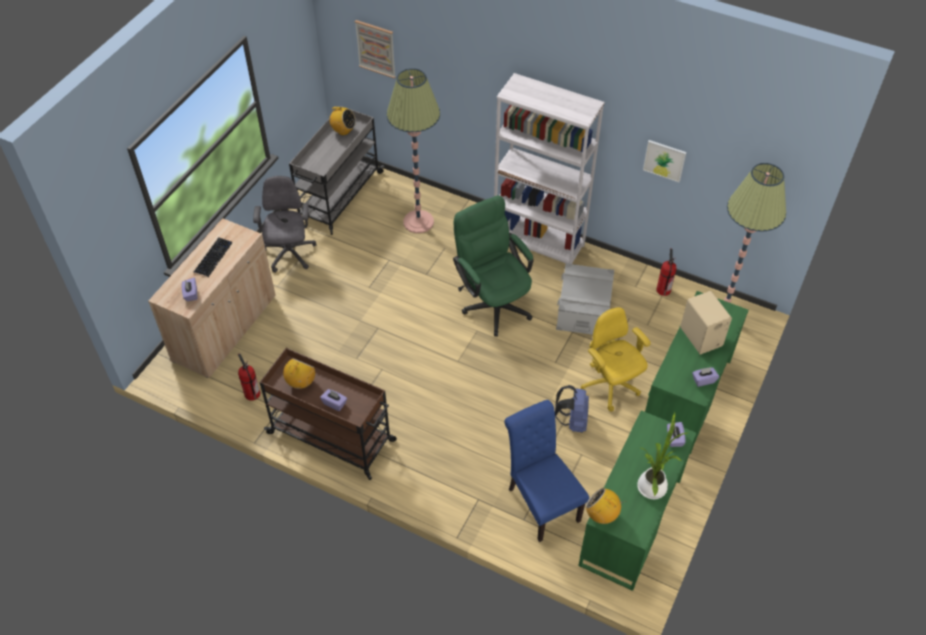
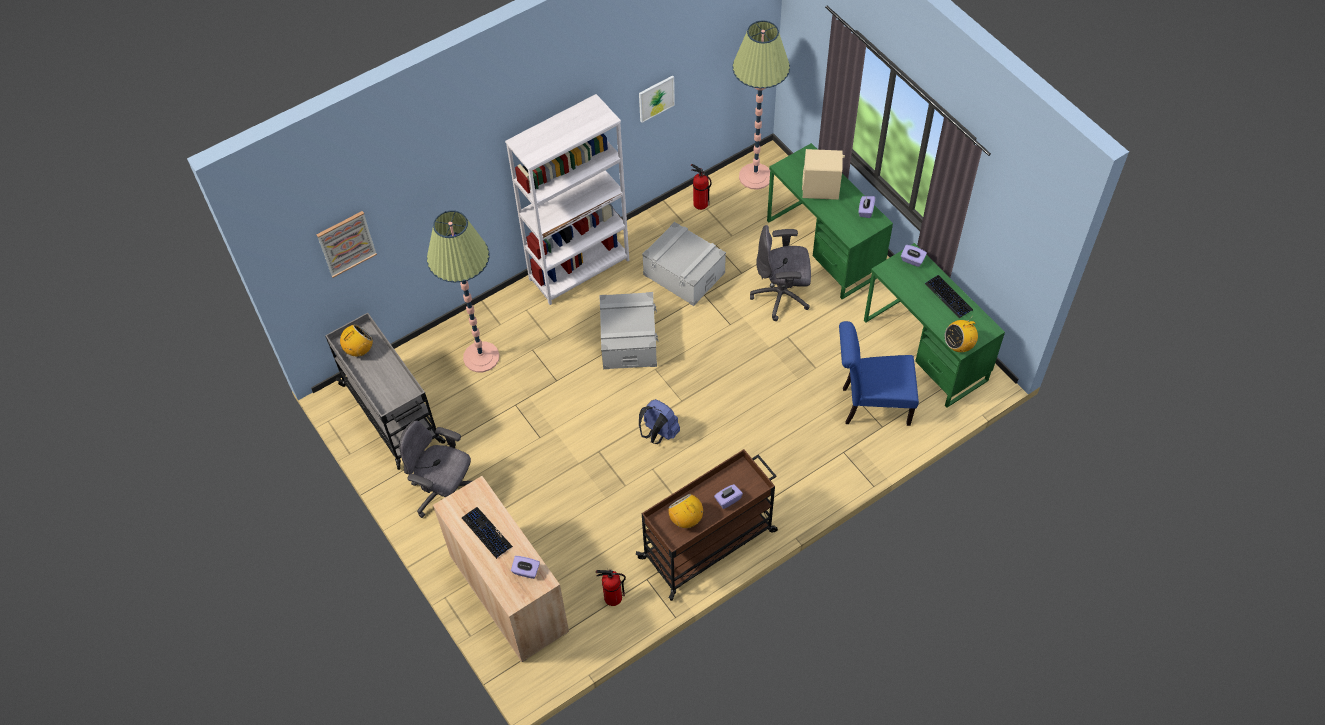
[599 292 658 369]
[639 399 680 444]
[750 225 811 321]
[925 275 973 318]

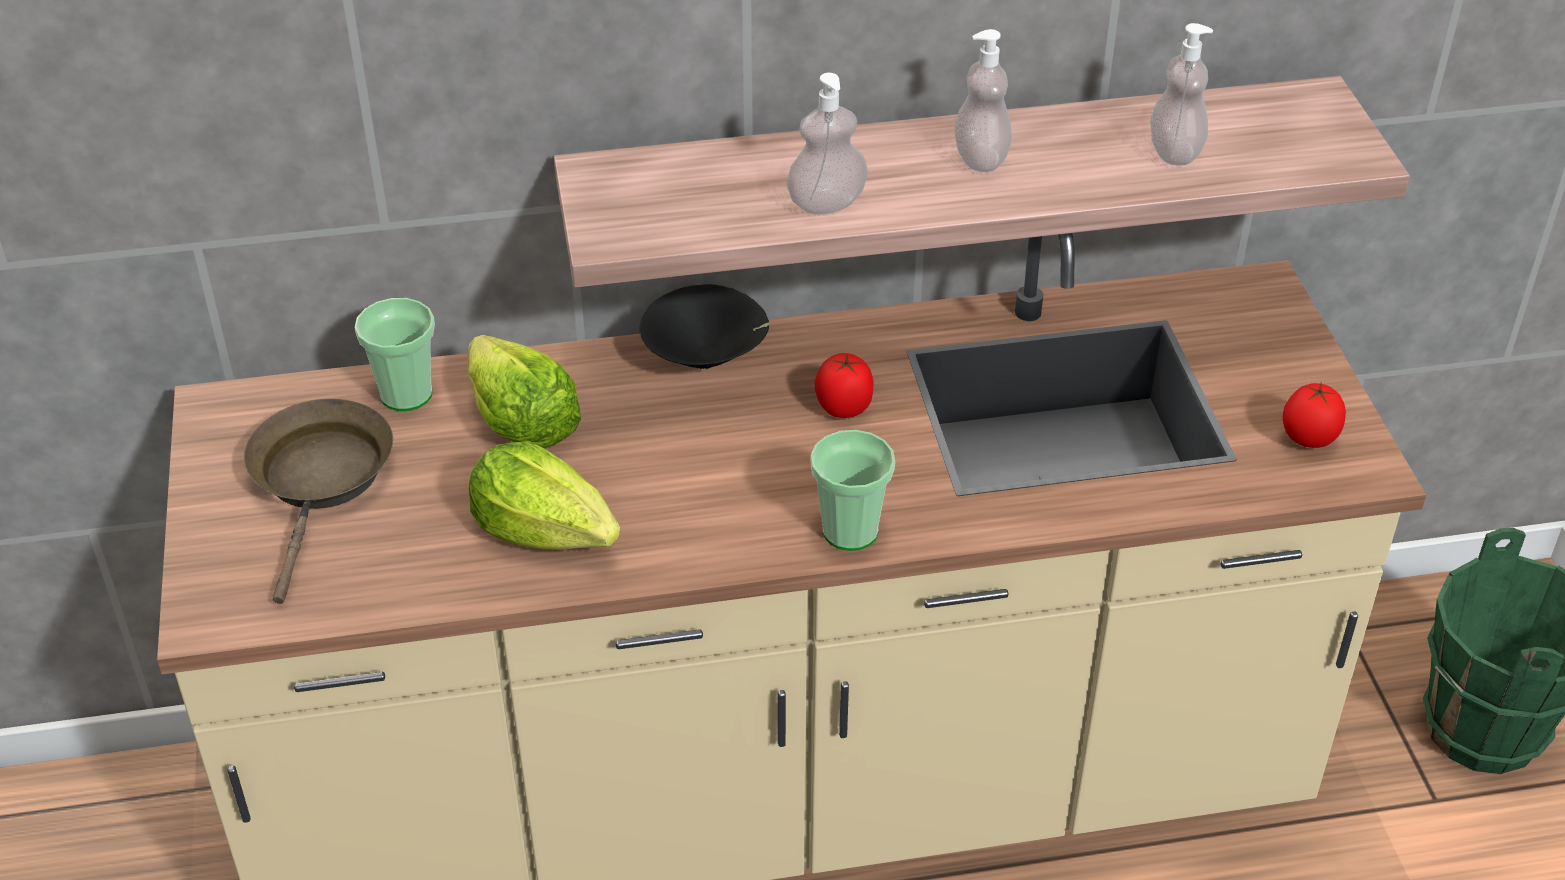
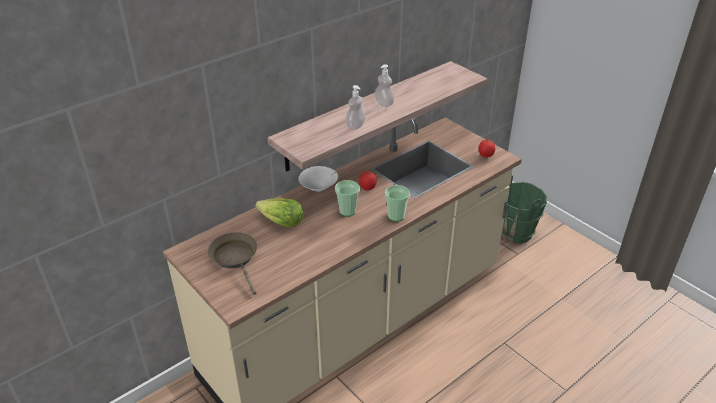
[299 166 338 192]
[335 180 360 217]
[469 441 620 550] (first image)
[1150 23 1213 166] (first image)

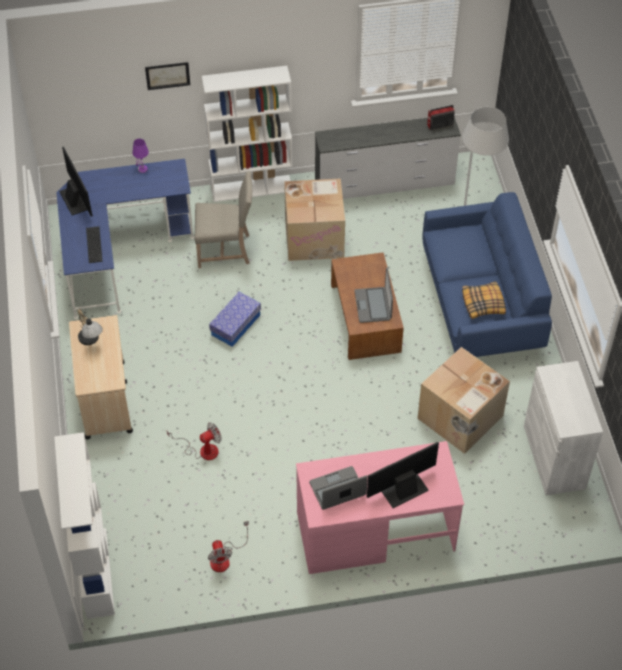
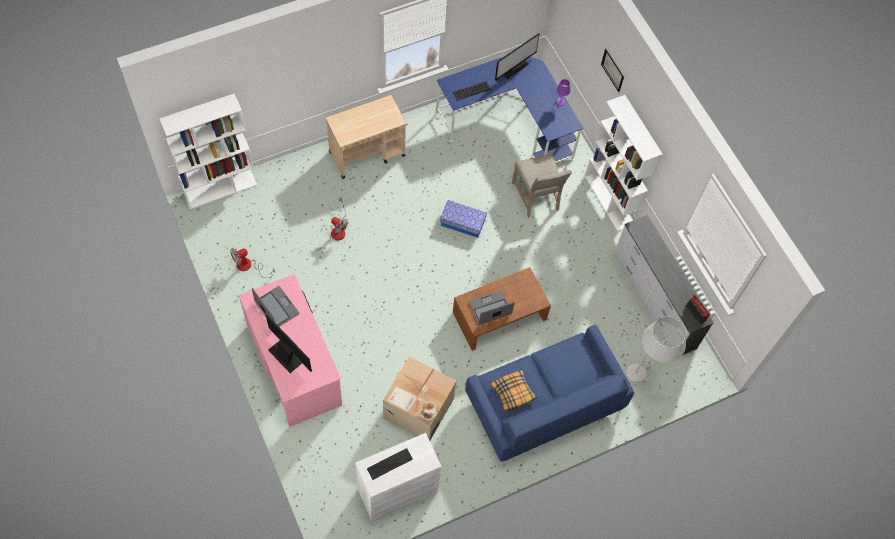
[367 448 413 480]
[77 309 103 345] (first image)
[284 179 345 261] (first image)

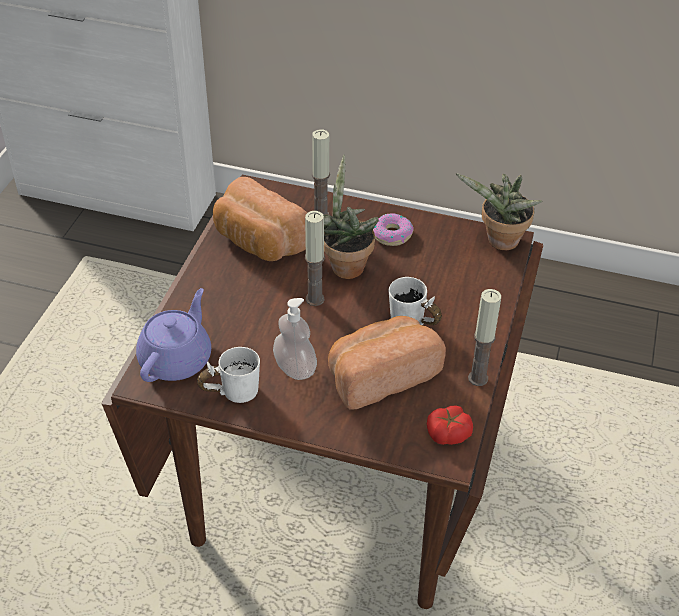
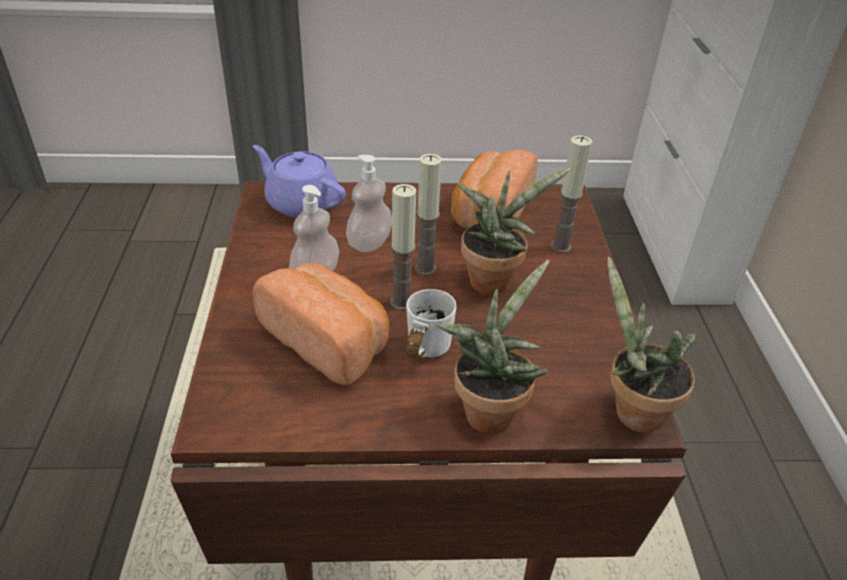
[253 145 346 218]
[346 155 392 252]
[390 184 416 310]
[436 260 549 434]
[197 347 260 403] (first image)
[373 213 414 246] (first image)
[427 406 473 445] (first image)

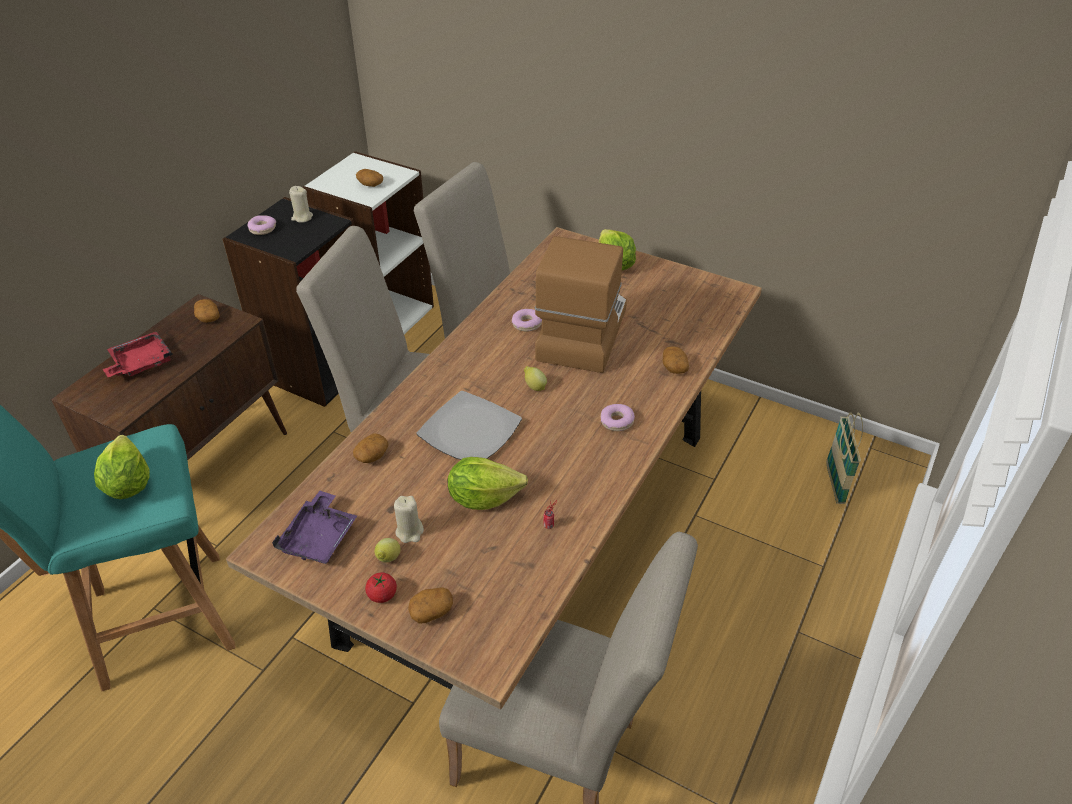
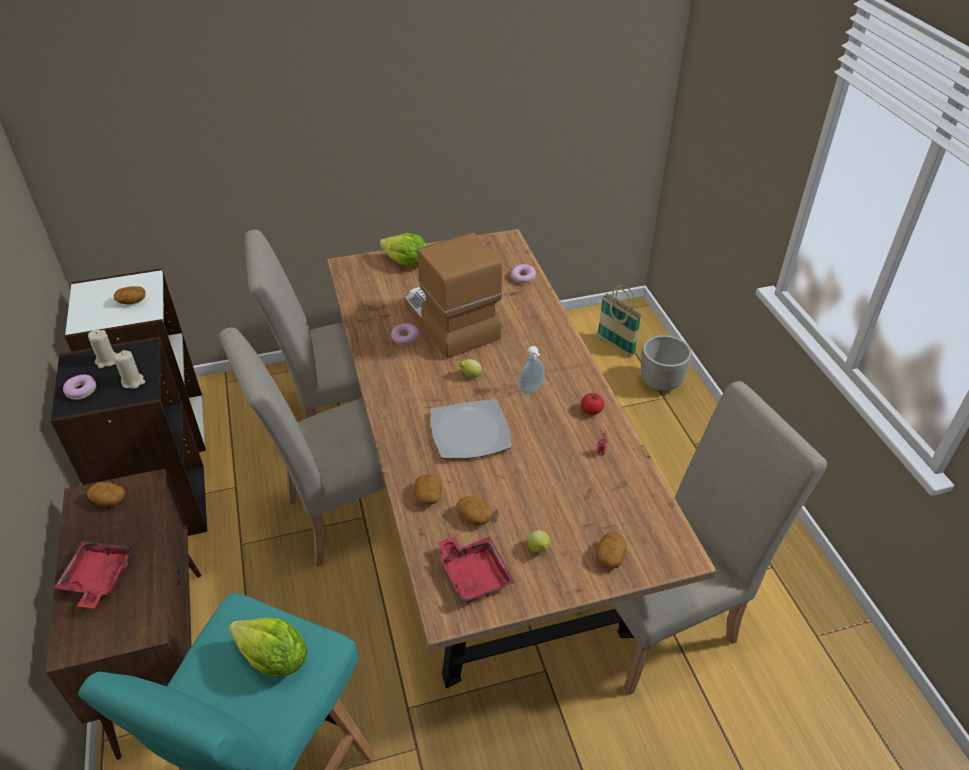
[114 350 145 389]
[438 536 515 604]
[456 496 493 525]
[511 264 536 284]
[519 346 544 394]
[581 393 604 415]
[641 335 692 392]
[448 457 528 510] (first image)

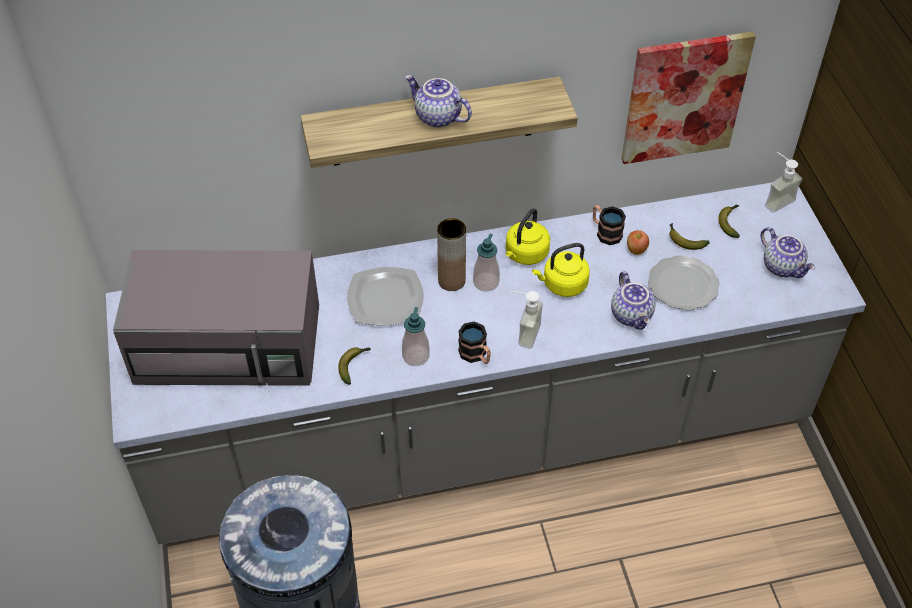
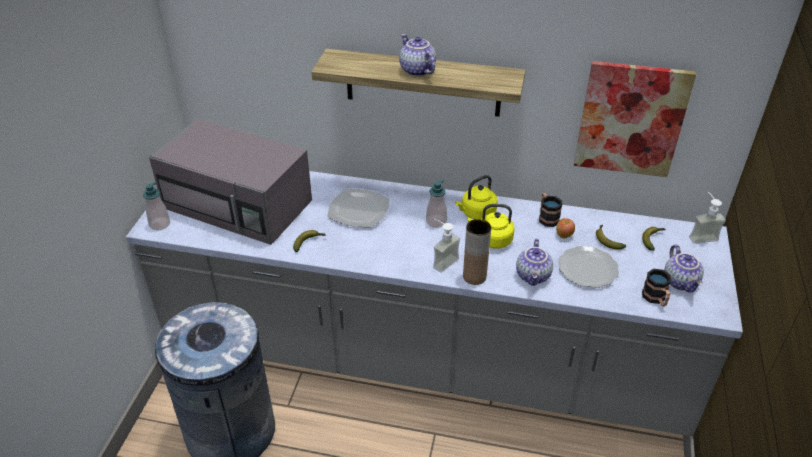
[143 181 170 230]
[463 219 491 285]
[642 269 671 306]

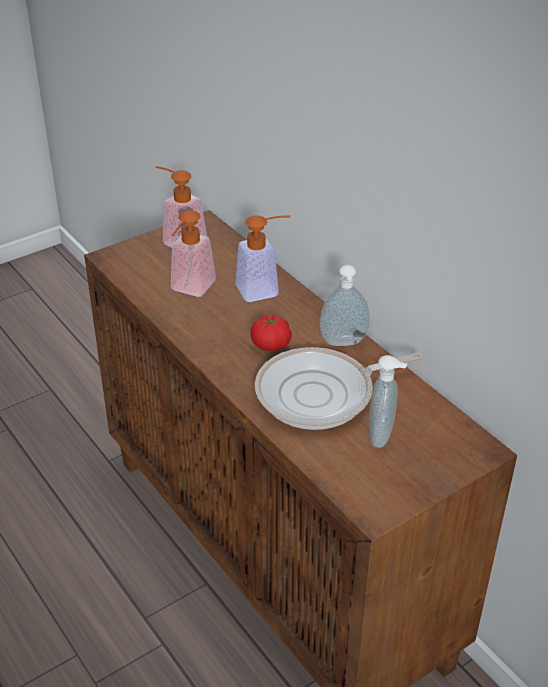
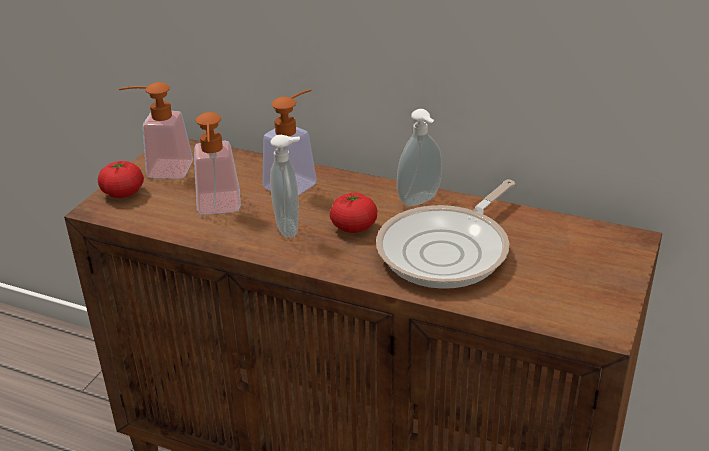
[98 161 144 198]
[270 135 300 238]

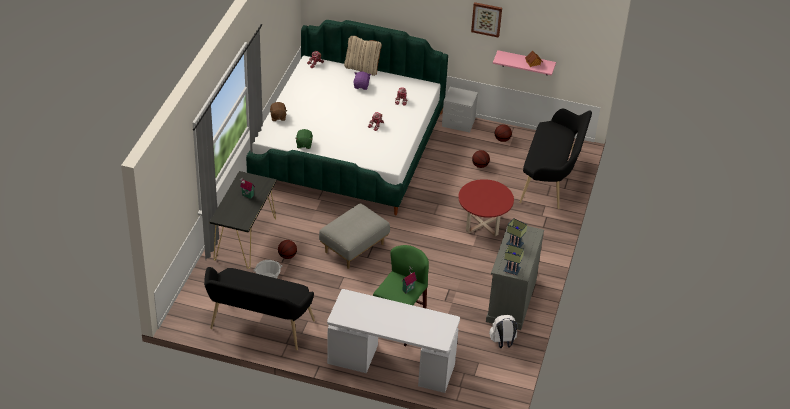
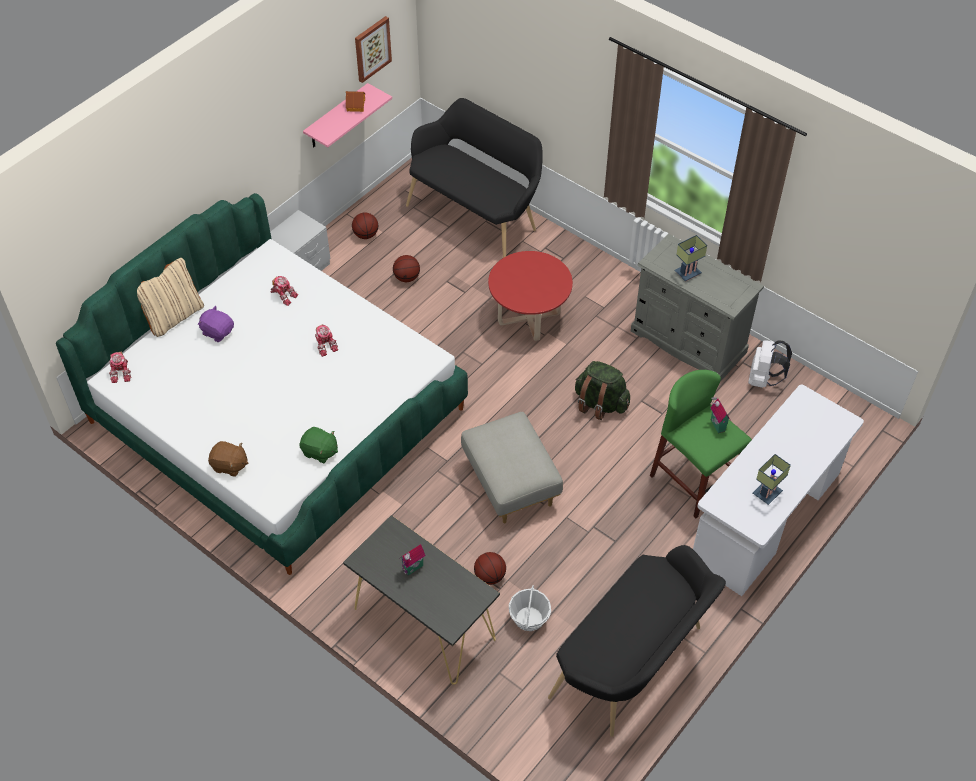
[355 16 392 83]
[575 361 630 420]
[753 454 791 505]

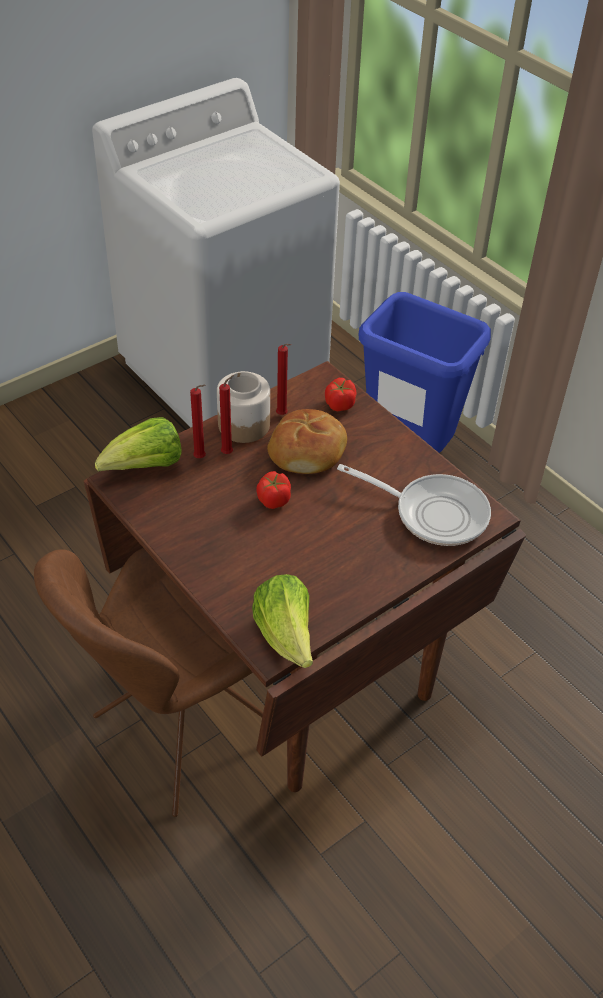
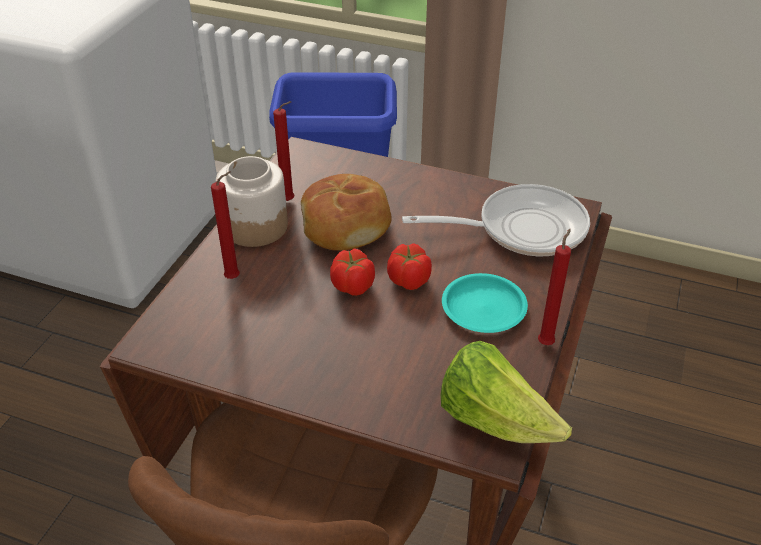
[387 243 432 290]
[442 273 528 333]
[538 229 571 345]
[95 417 182 471] (first image)

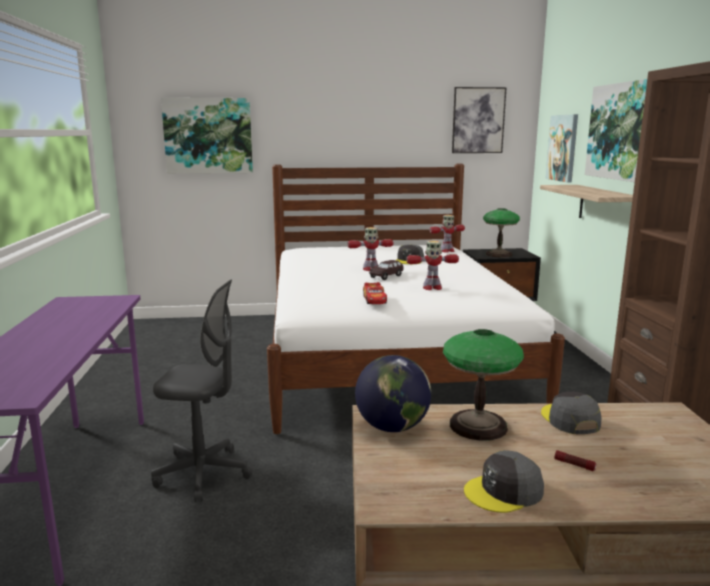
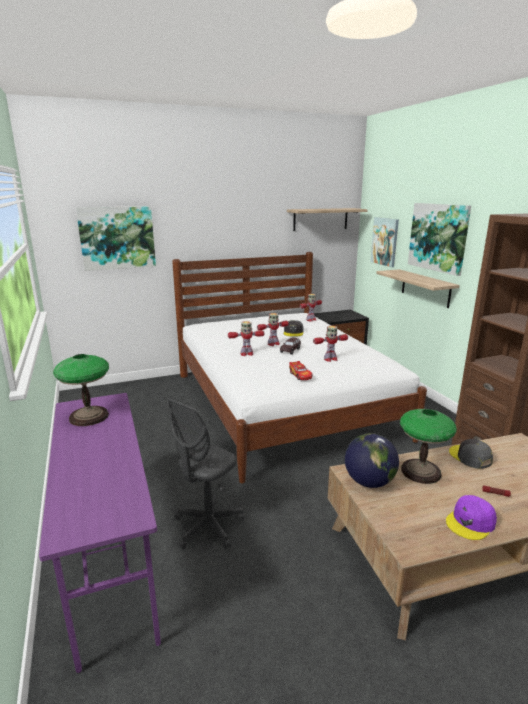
[53 354 109 426]
[167 398 244 549]
[228 321 264 356]
[287 208 368 231]
[446 495 497 540]

